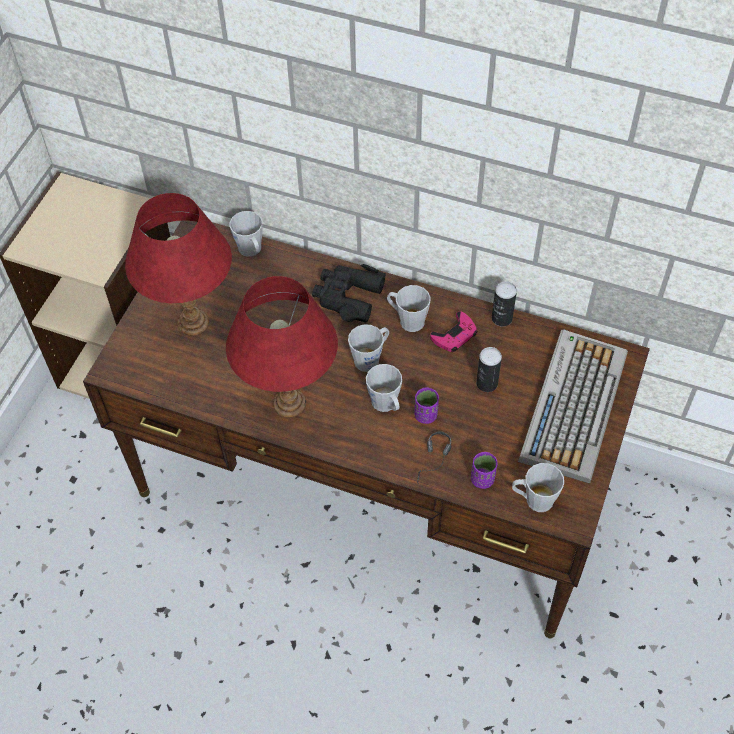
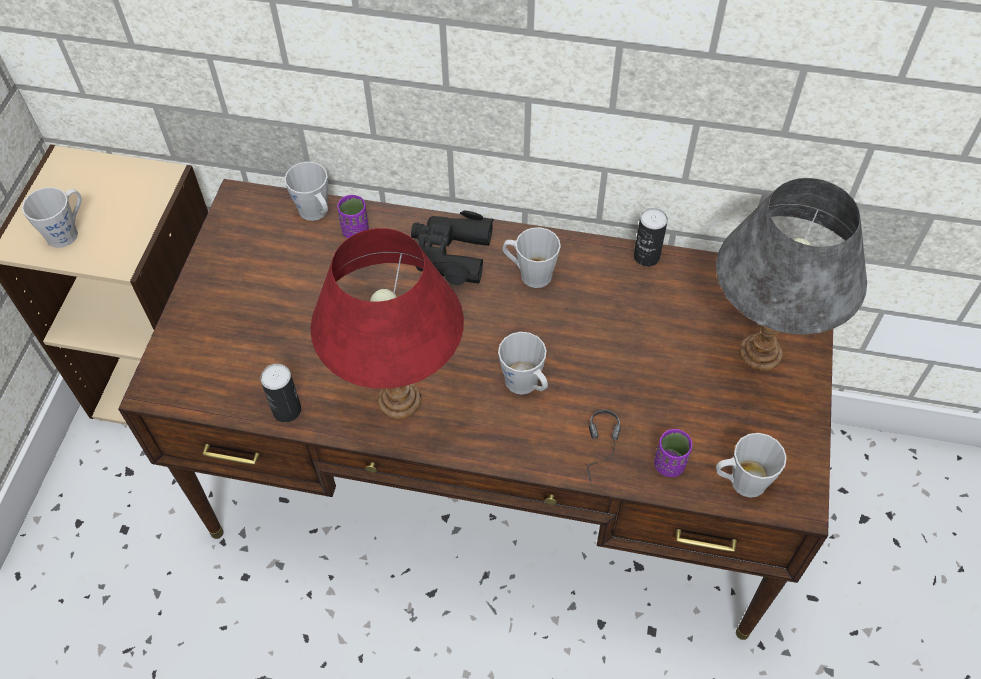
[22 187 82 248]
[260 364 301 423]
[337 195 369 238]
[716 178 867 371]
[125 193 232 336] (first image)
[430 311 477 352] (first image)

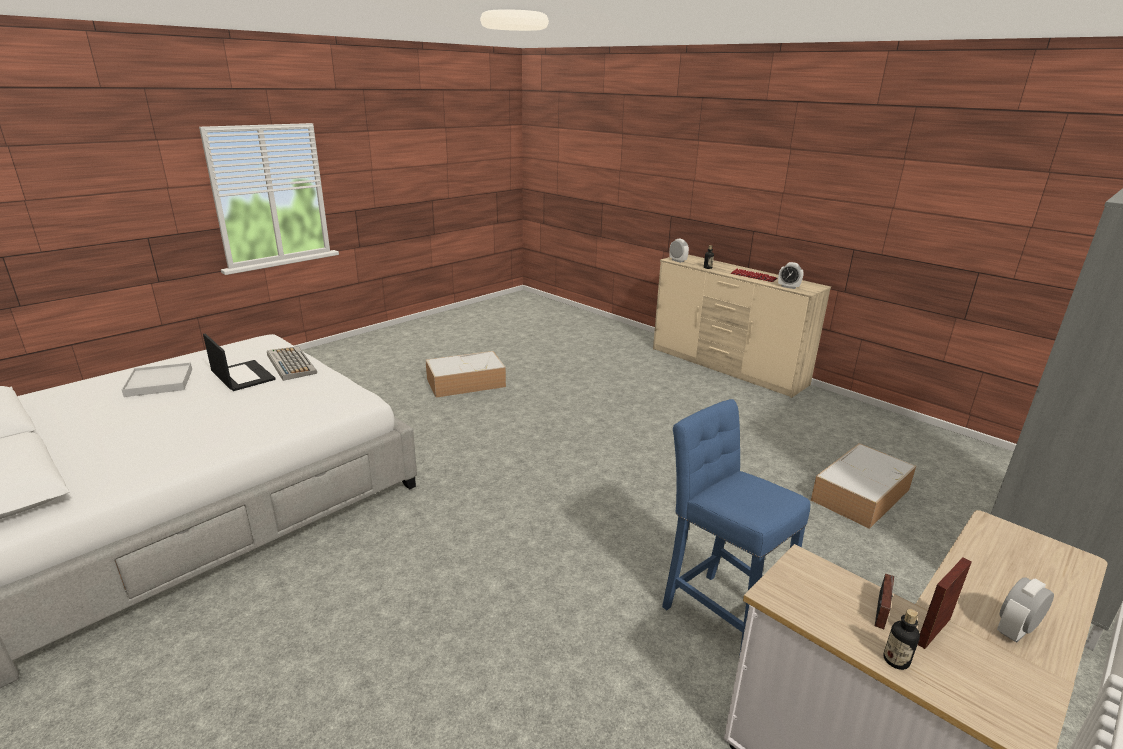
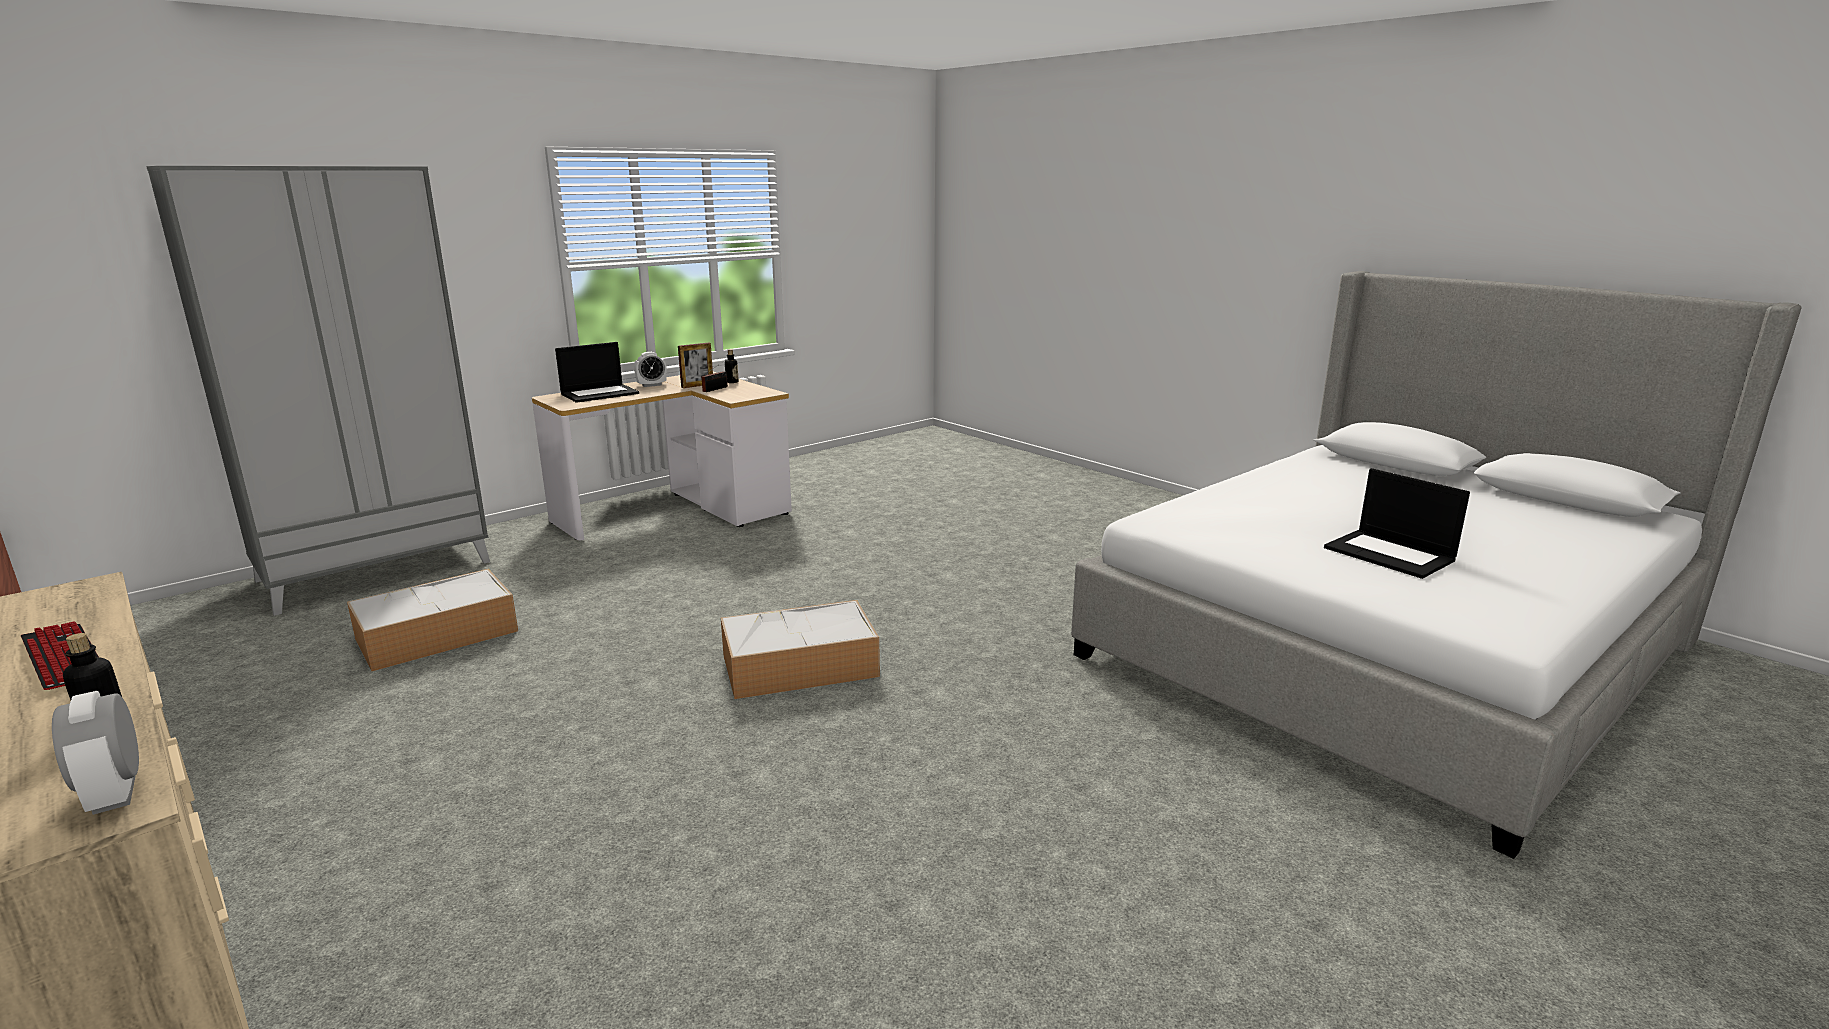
[555 342 639 403]
[721 600 880 699]
[122 363 192 397] (first image)
[267 346 317 381] (first image)
[662 399 810 657] (first image)
[778 262 803 289] (first image)

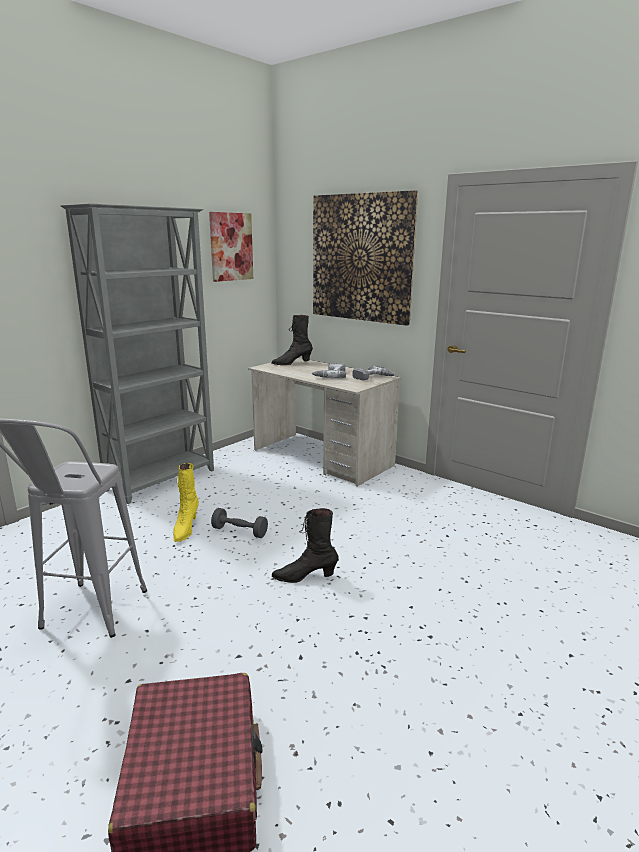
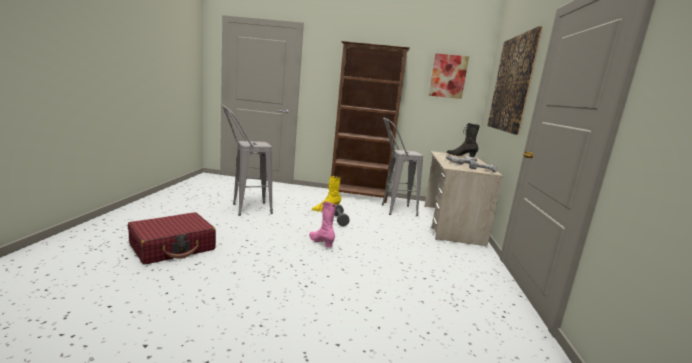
[309 201 336 247]
[331 41 410 203]
[382 118 423 216]

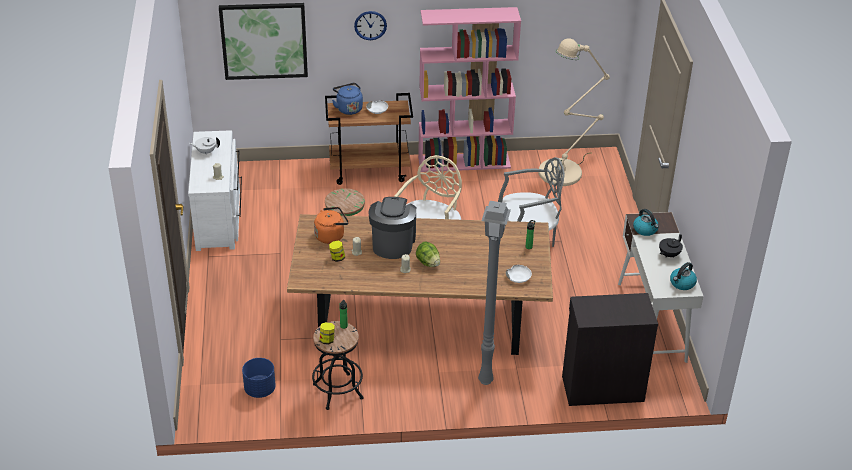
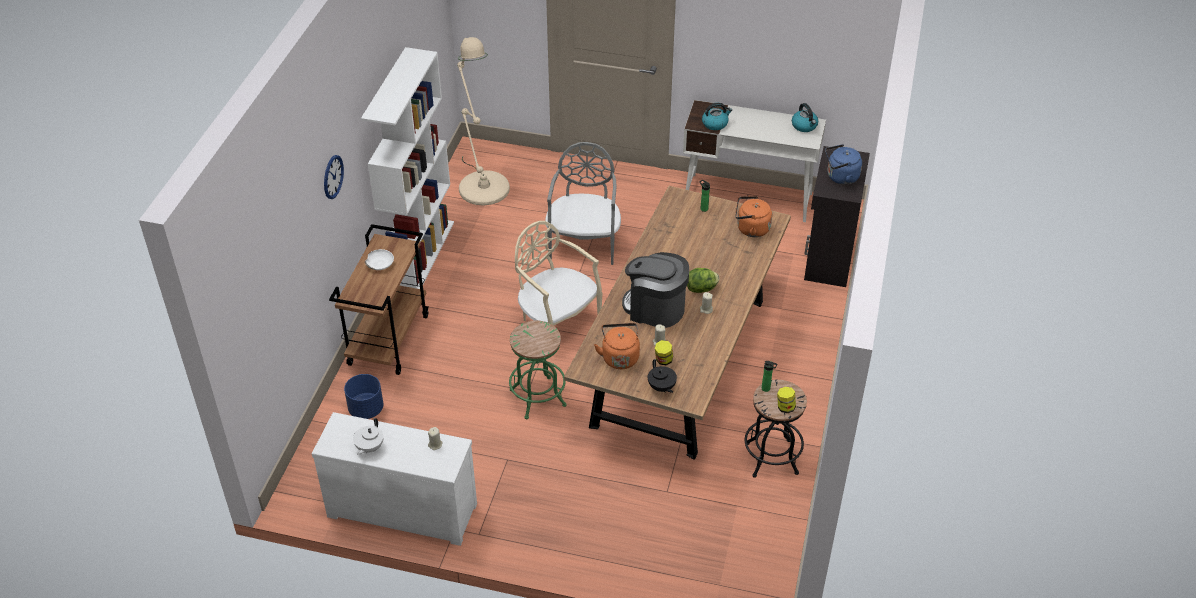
[344 374 383 419]
[361 47 454 289]
[648 359 677 393]
[735 196 772 237]
[825 144 862 185]
[219 3 308 80] (first image)
[478 201 511 385] (first image)

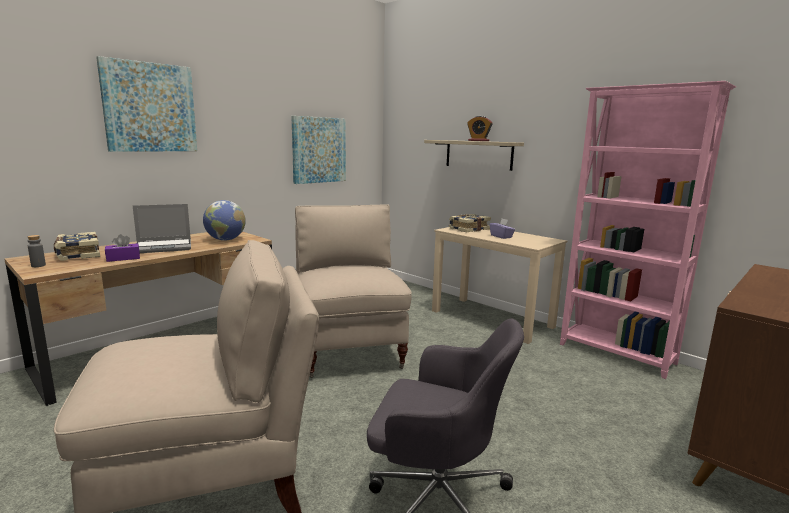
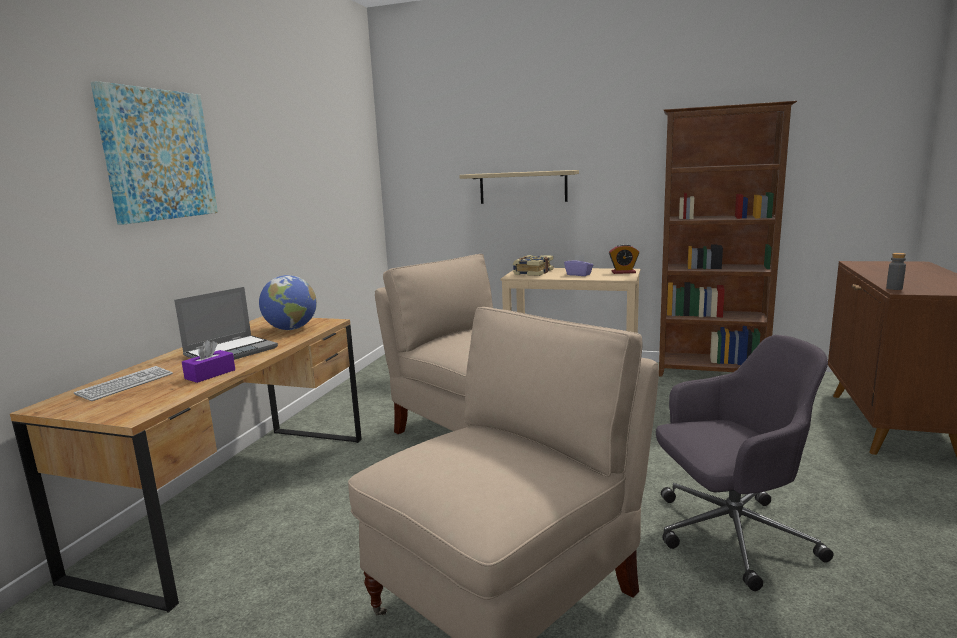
[74 366 173 401]
[609 244 639 274]
[659 101 797 377]
[886 253 906 290]
[291 116 346 184] (first image)

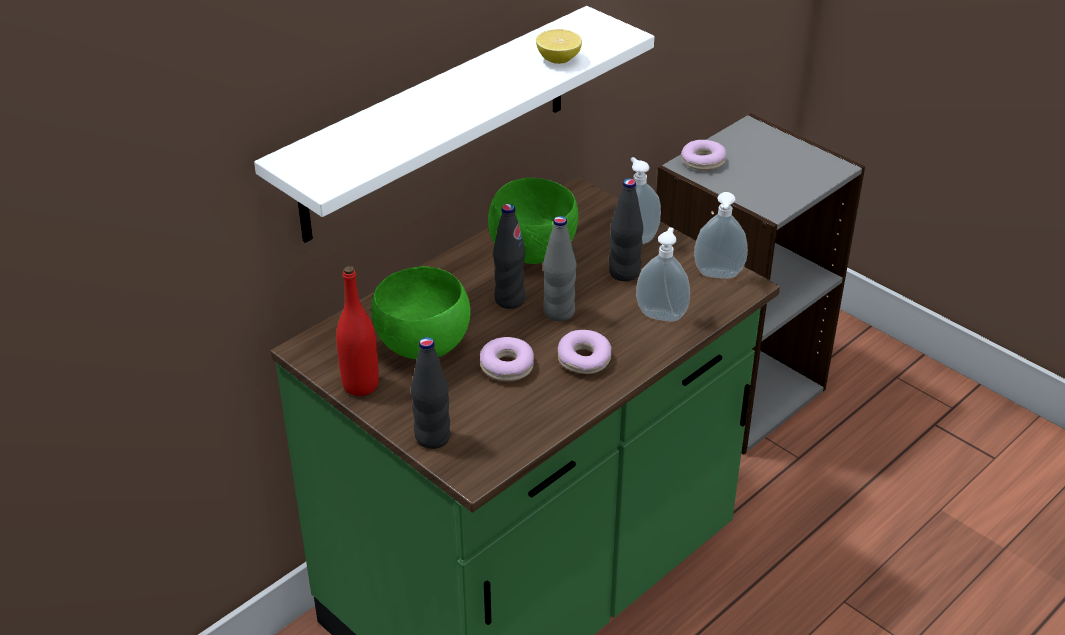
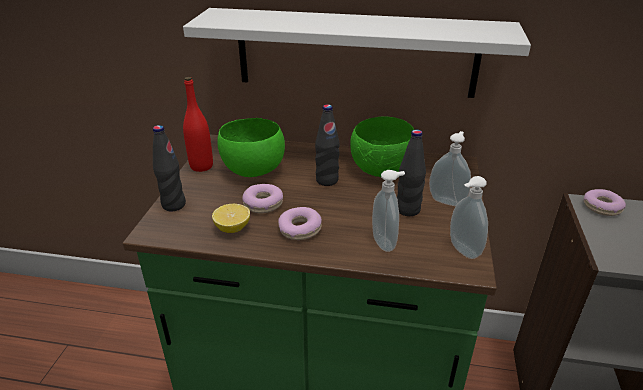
[212 204 250 233]
[543 216 577 321] (first image)

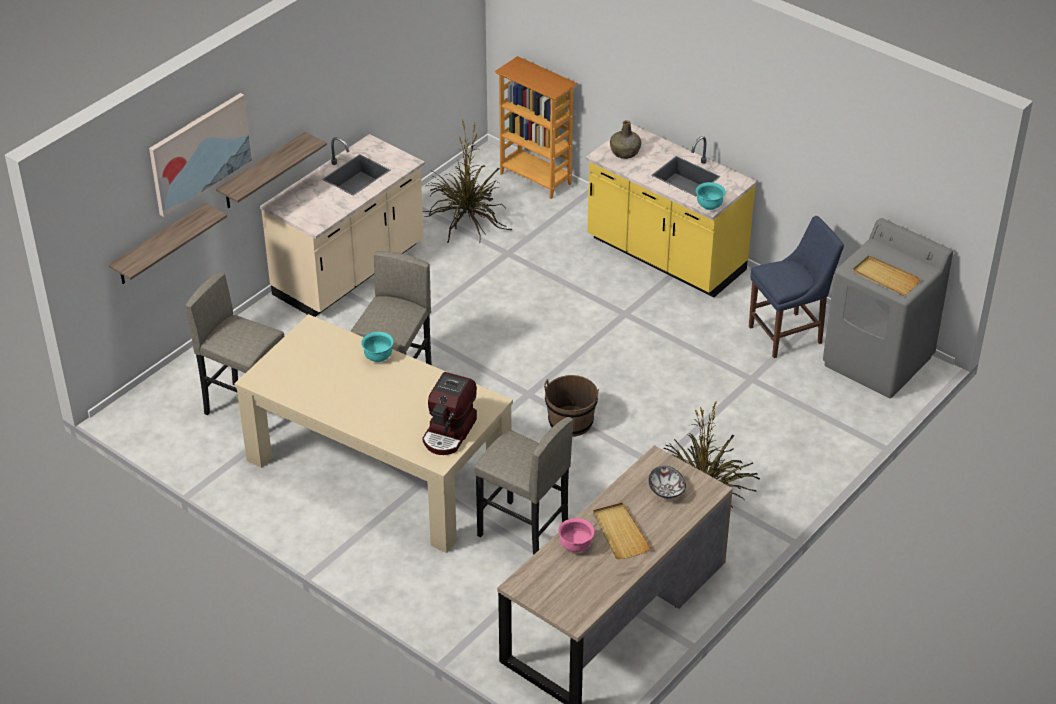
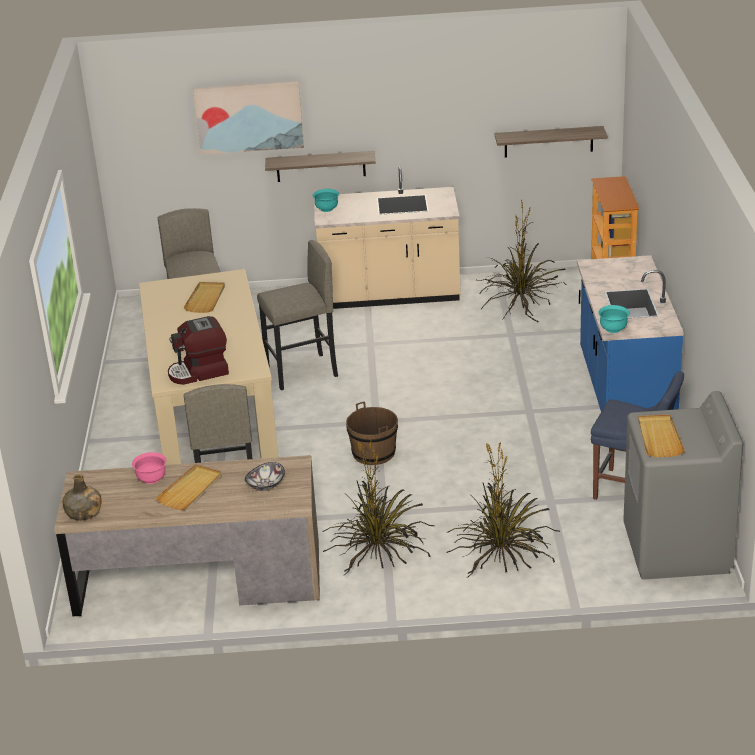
[62 474 101 520]
[183 282 225 313]
[313 189 339 212]
[446 442 560 578]
[494 126 608 157]
[577 255 684 412]

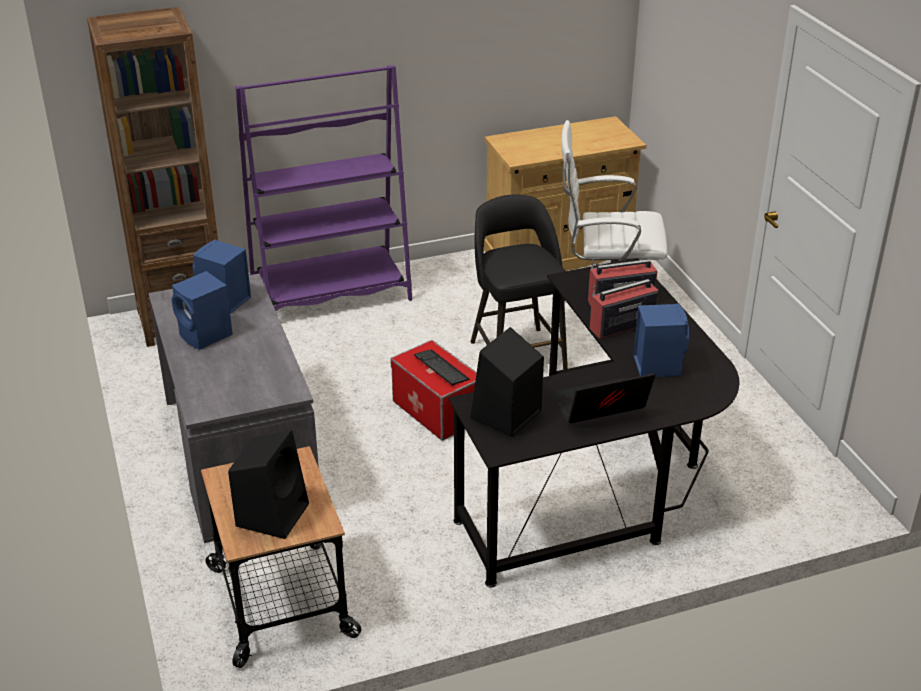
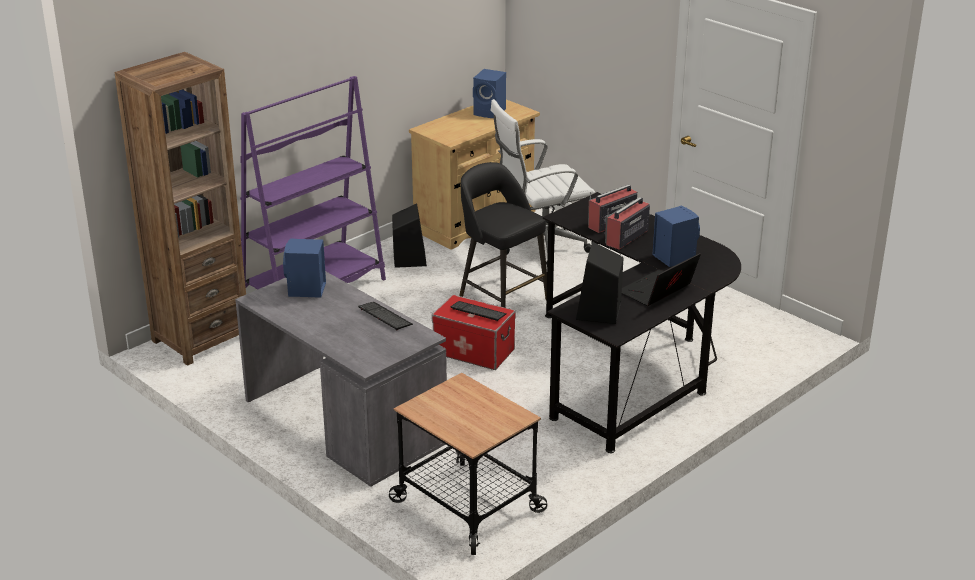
[358 302 413 331]
[392 203 427 268]
[473 69 506 118]

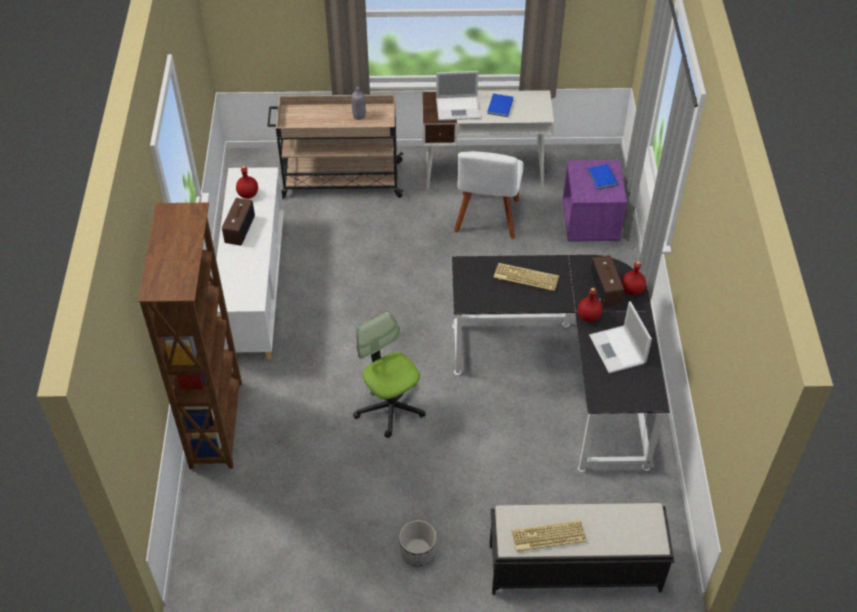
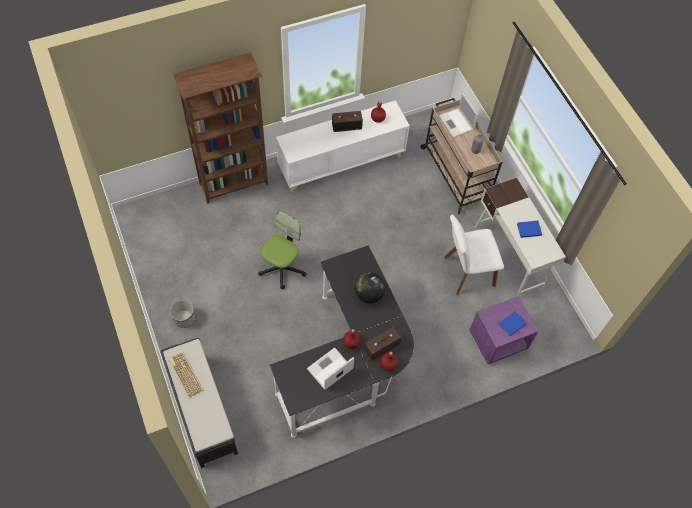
[355 273 385 303]
[438 93 478 138]

